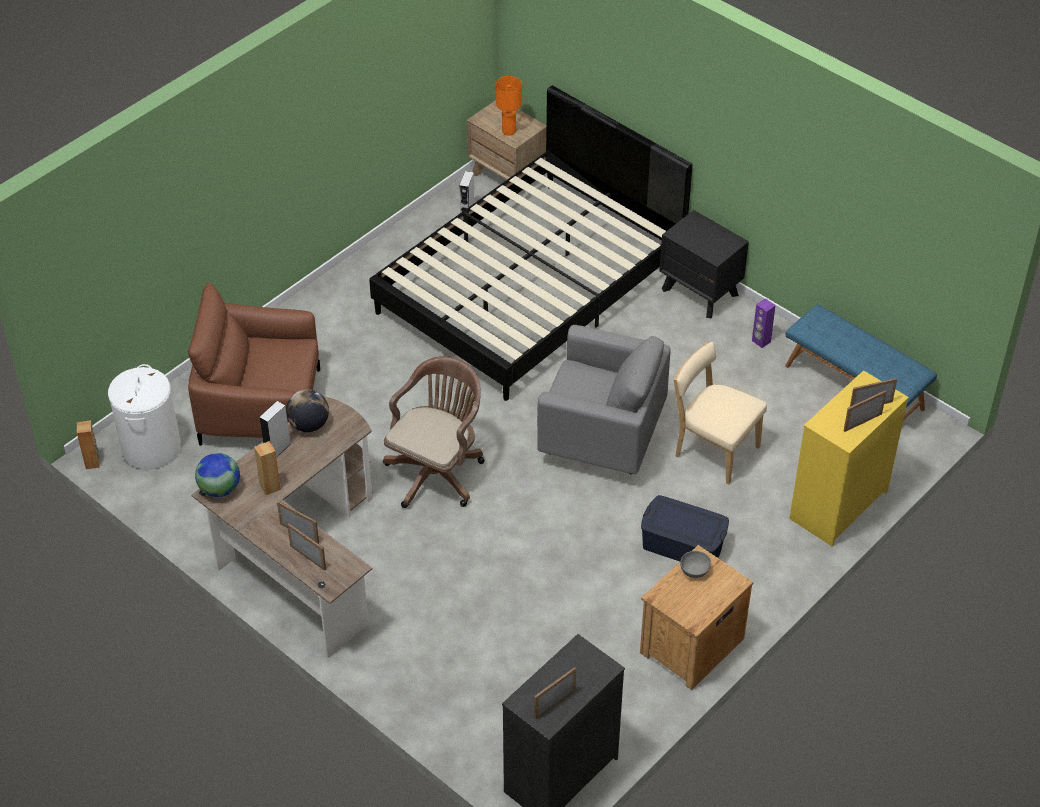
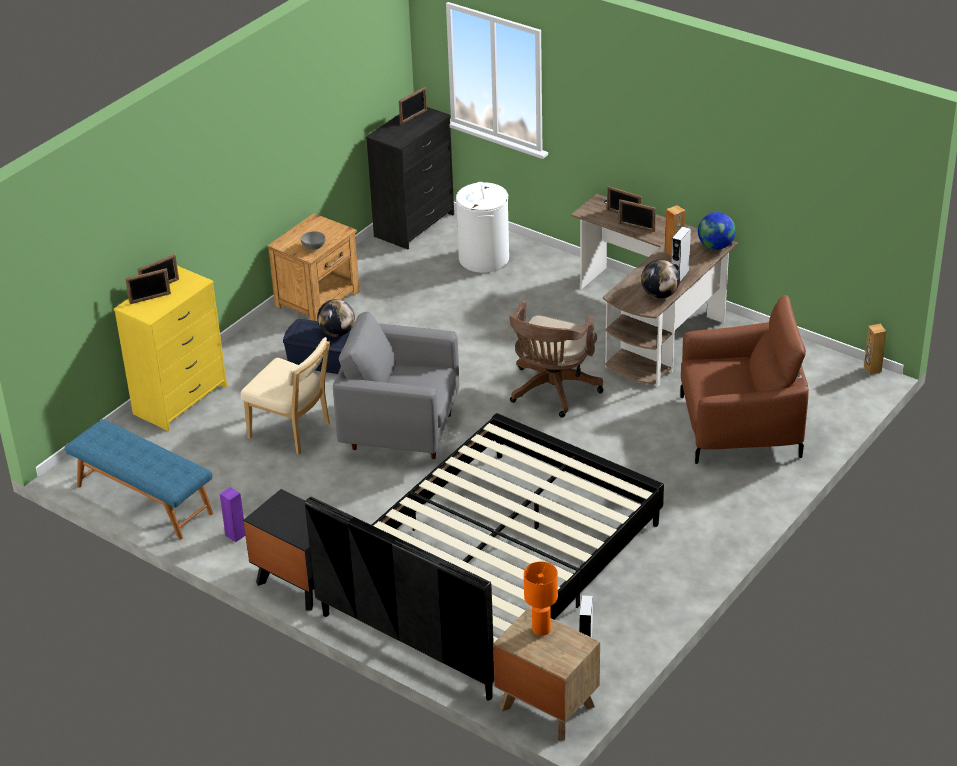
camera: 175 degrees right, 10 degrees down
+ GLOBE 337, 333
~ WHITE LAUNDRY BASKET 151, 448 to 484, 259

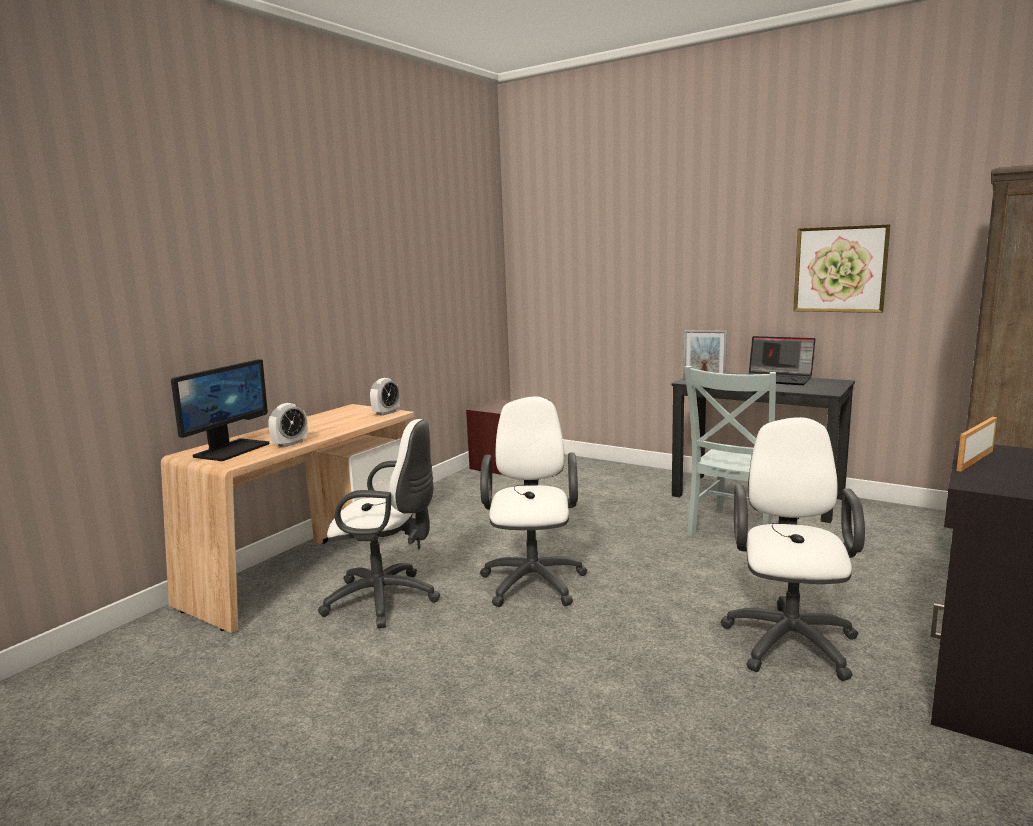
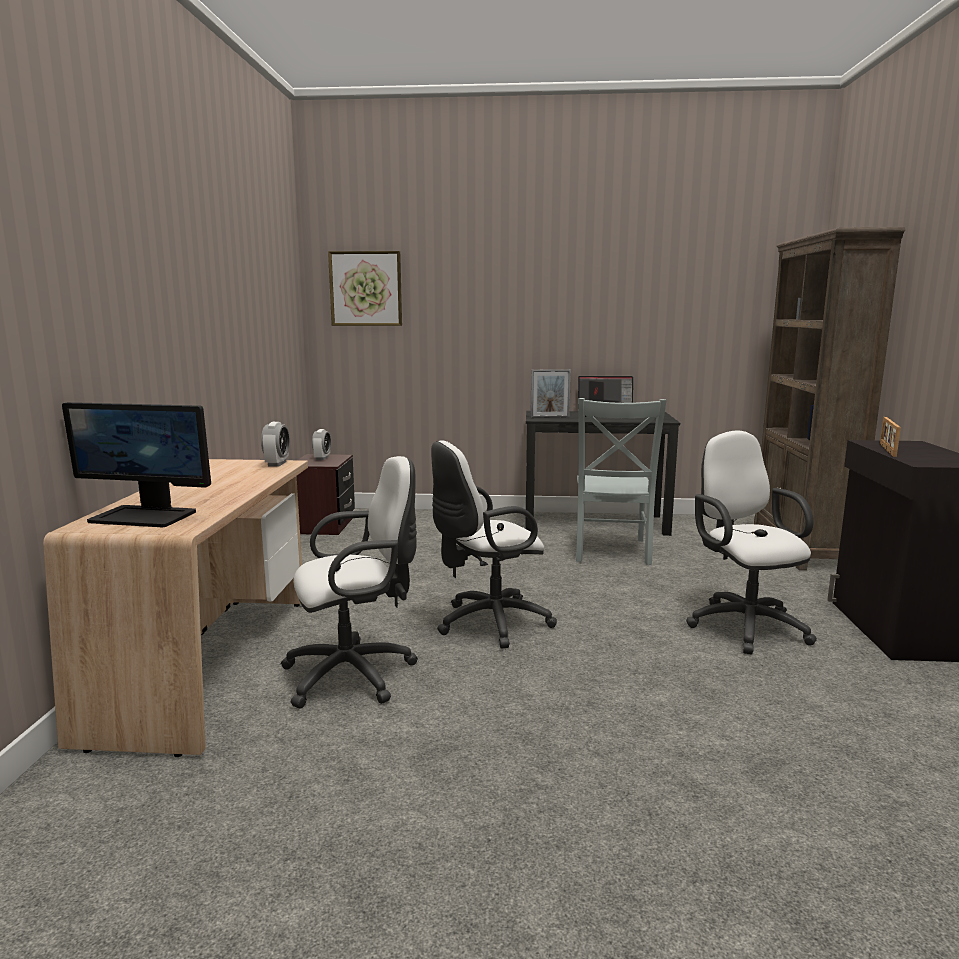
camera: 30 degrees left, 0 degrees up
~ ALARM CLOCK 290, 443 to 322, 458
~ PICTURE 840, 269 to 366, 289
~ MONITOR 231, 450 = 145, 516 105 degrees clockwise
~ WHITE OFFICE CHAIR 533, 580 = 488, 623 90 degrees counterclockwise

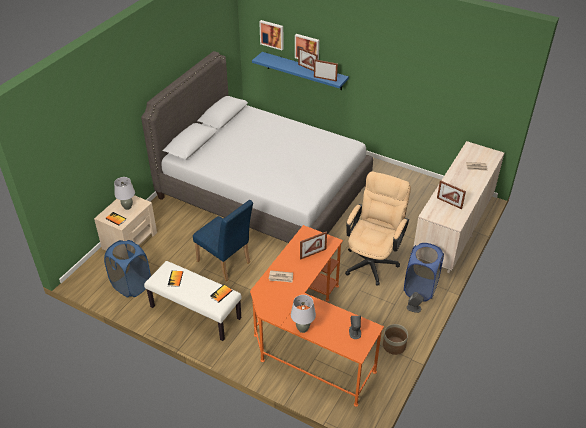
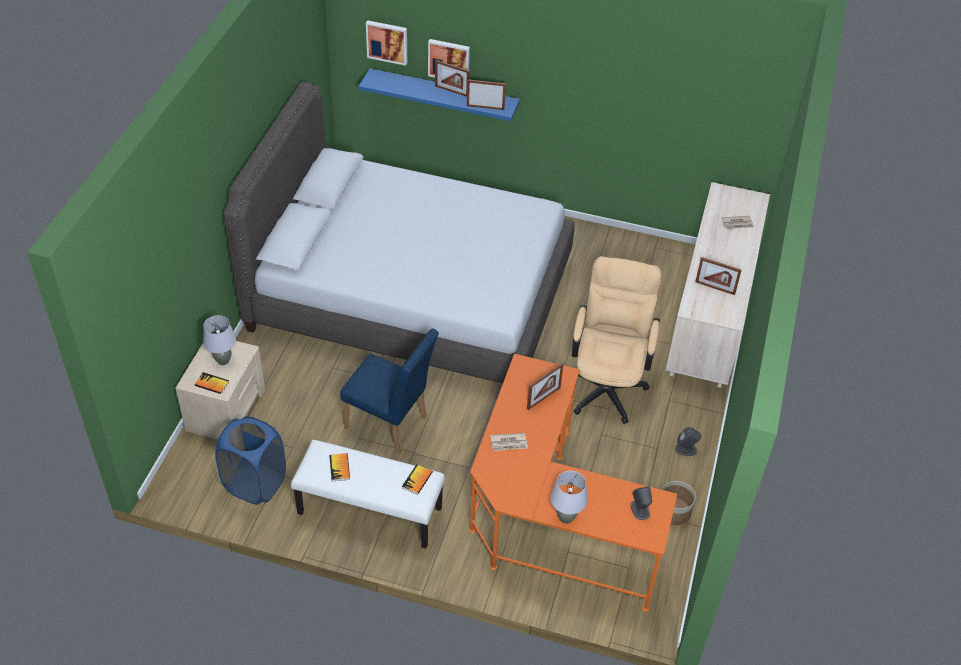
camera: 15 degrees left, 5 degrees up
- BLUE LAUNDRY BASKET 420, 289

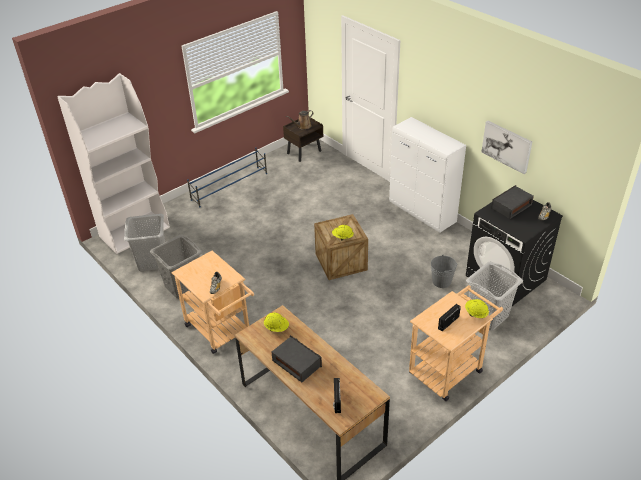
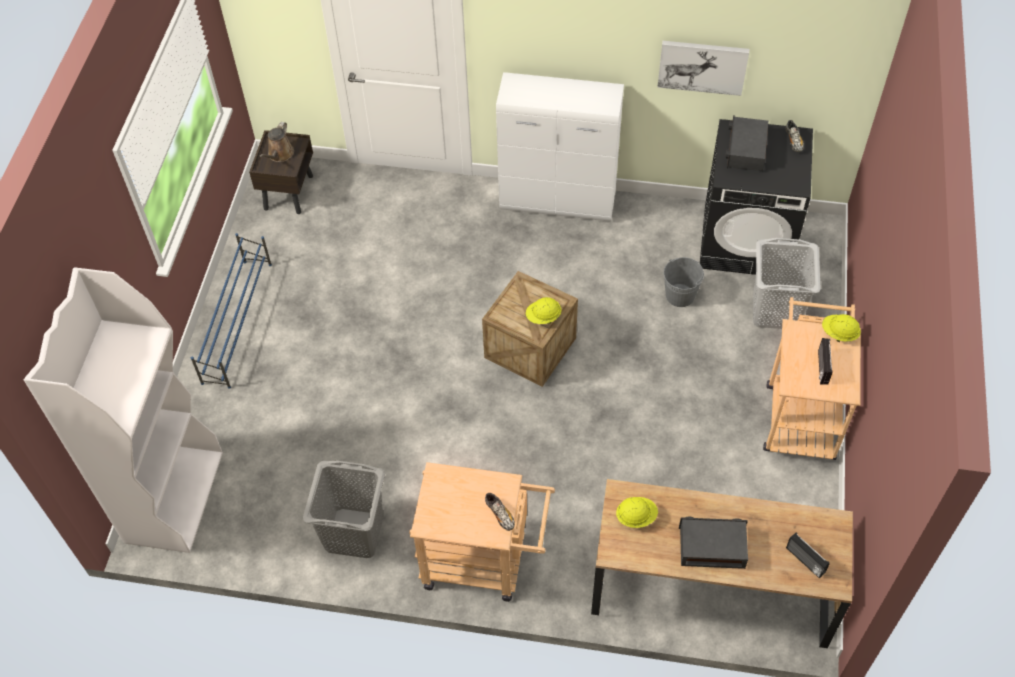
camera: 40 degrees left, 15 degrees up
- GREY LAUNDRY BASKET 153, 261

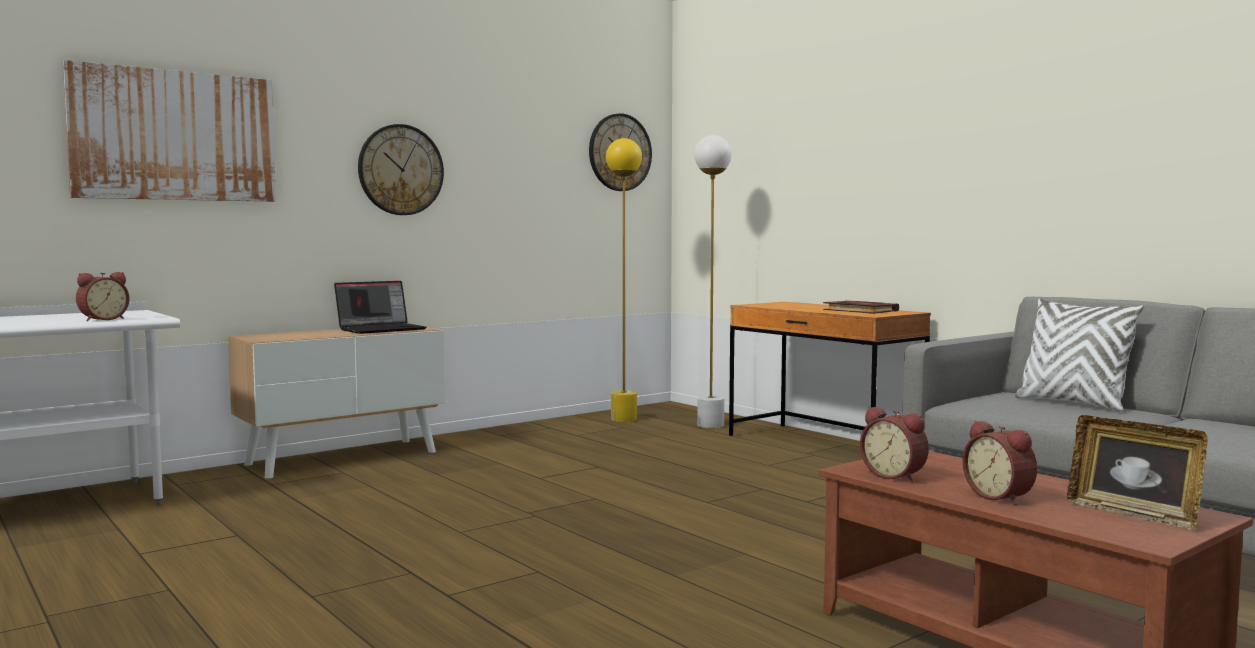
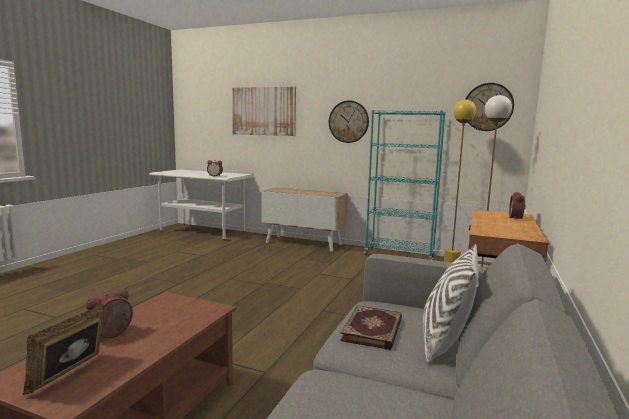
camera: 60 degrees right, 5 degrees up
- LAPTOP 382, 329
+ TURQUOISE BOOKCASE 399, 255
~ BOOK 861, 310 to 373, 330
~ ALARM CLOCK 895, 476 to 517, 218

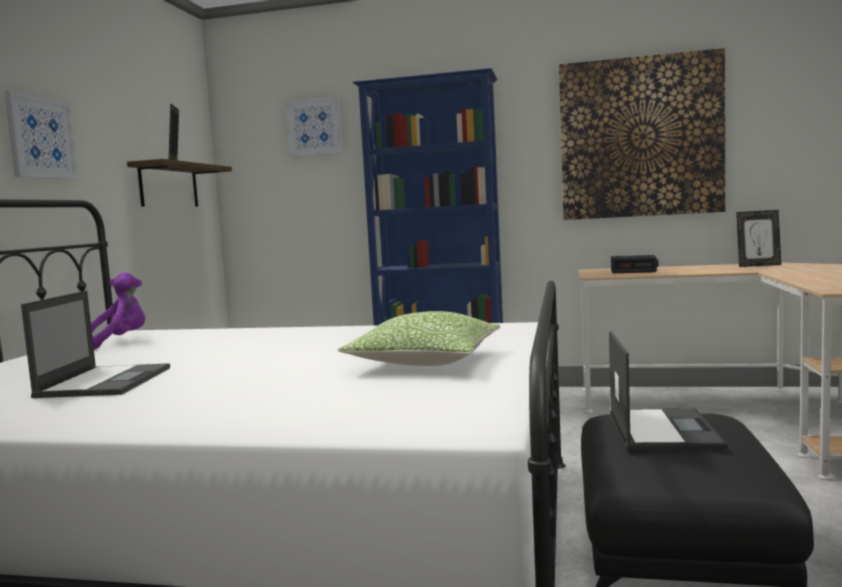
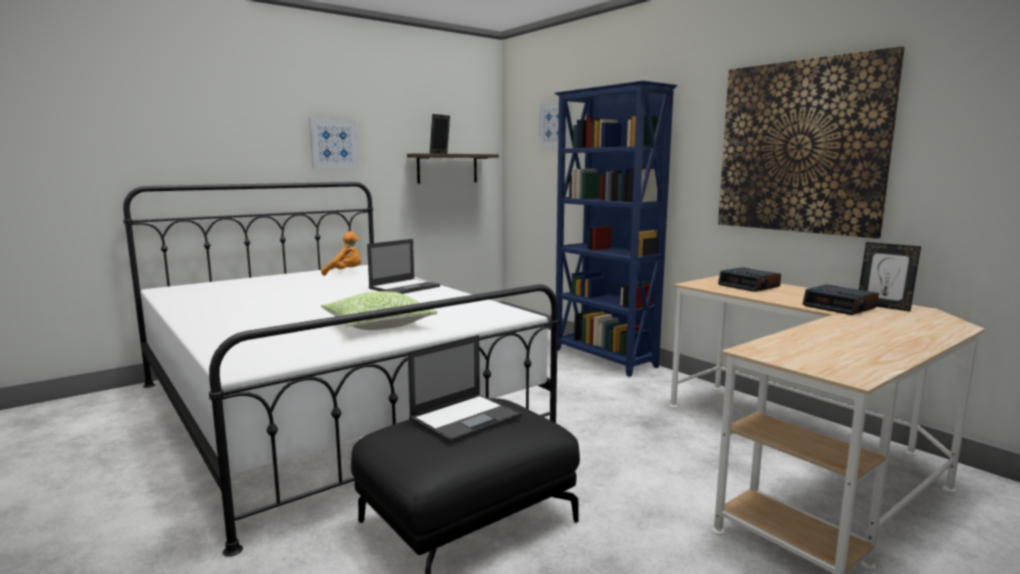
camera: 40 degrees right, 5 degrees up
+ ALARM CLOCK 840, 307
~ LAPTOP 106, 381 to 405, 287
~ PURPLE PLUSH TOY 118, 342 to ORANGE PLUSH TOY 345, 273

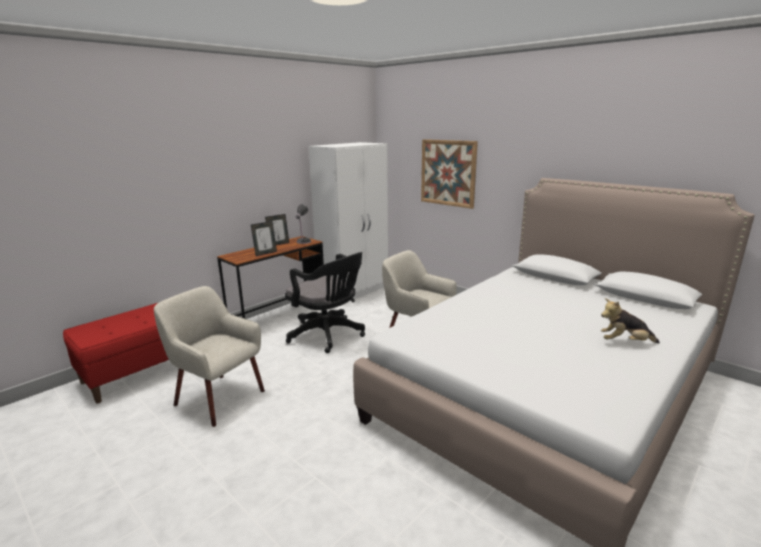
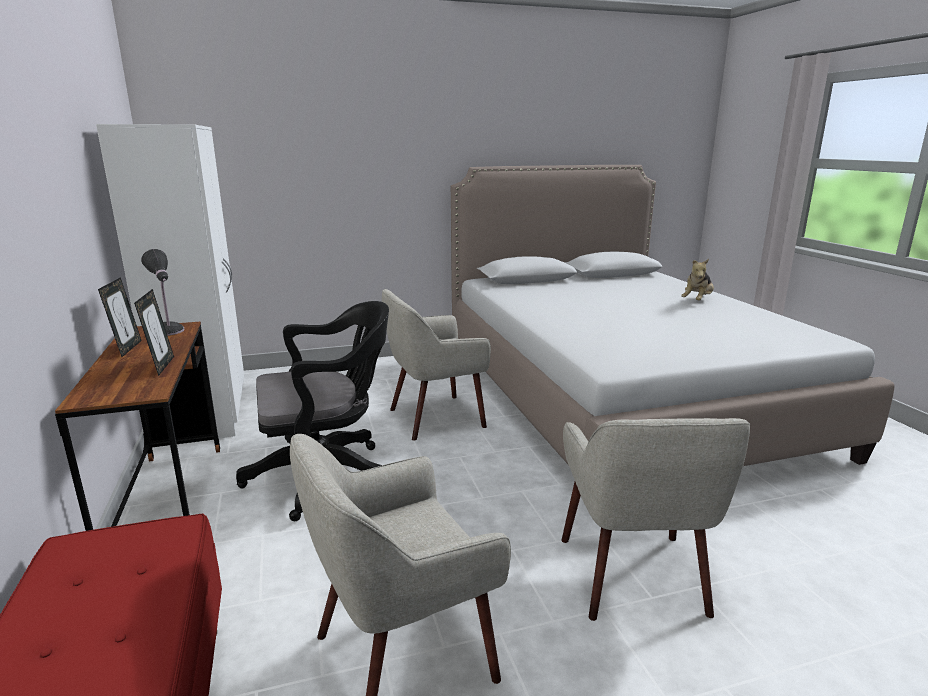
camera: 60 degrees left, 0 degrees up
- PICTURE 448, 173
+ BEIGE ARMCHAIR 634, 576

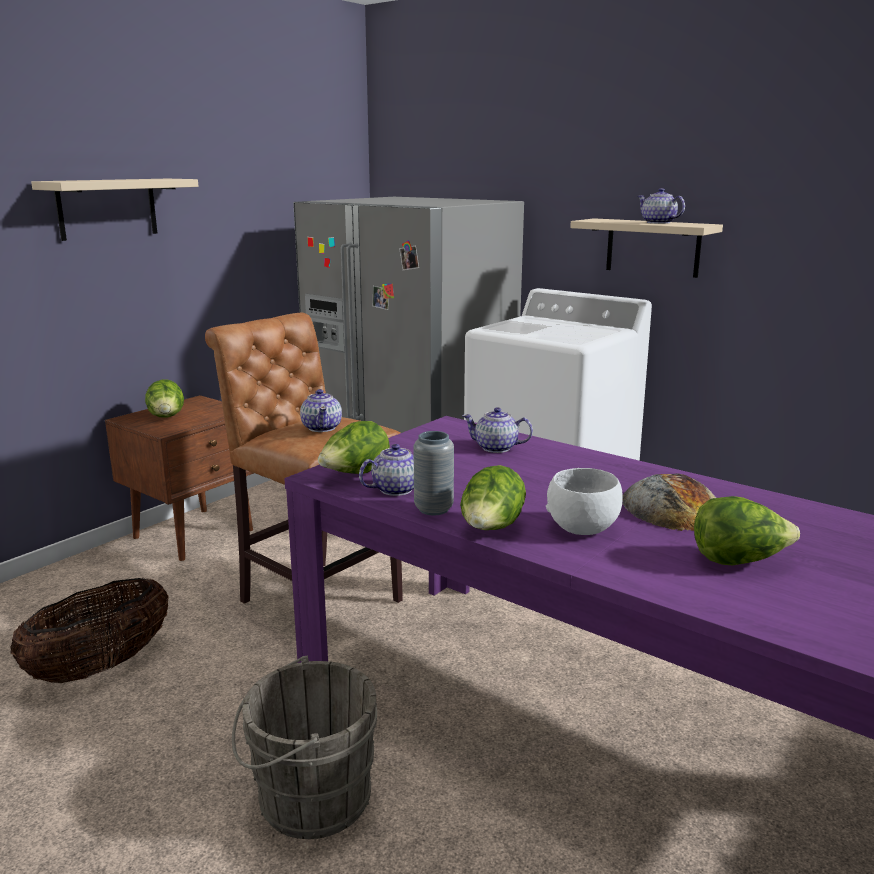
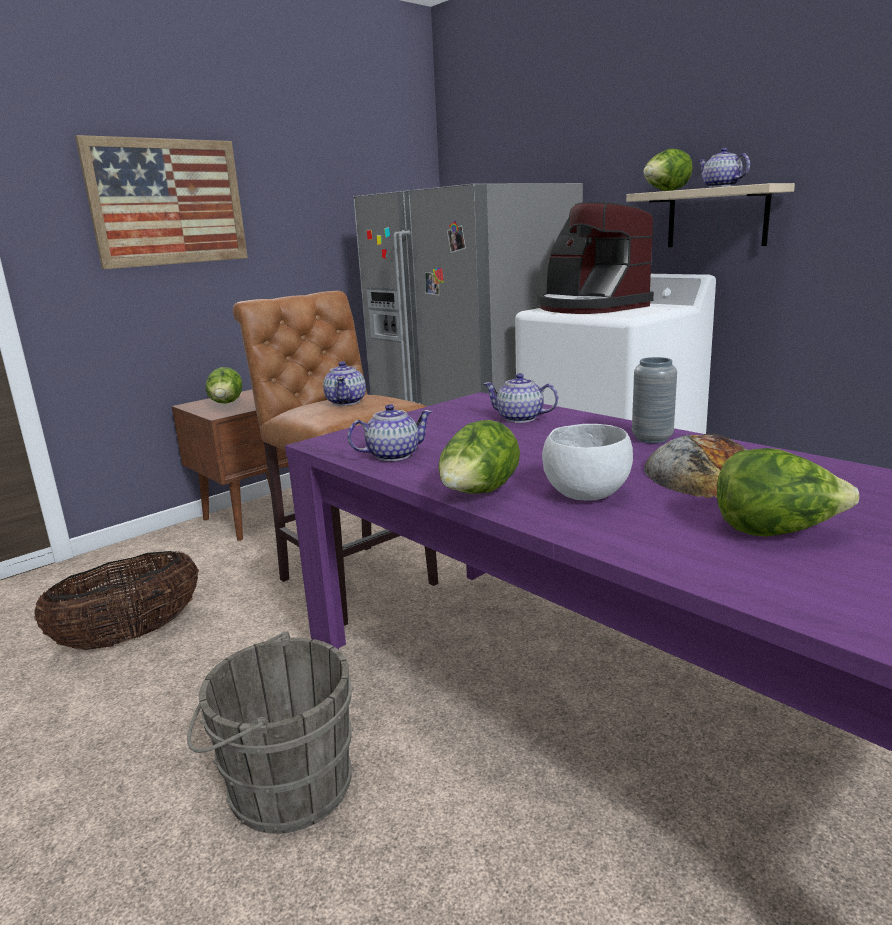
camera: 10 degrees right, 0 degrees up
+ COFFEE MACHINE 590, 307
~ LETTUCE 355, 474 to 665, 191
~ GREY VASE 433, 509 to 652, 438
~ BEIGE SHELF 107, 208 to PICTURE 168, 202

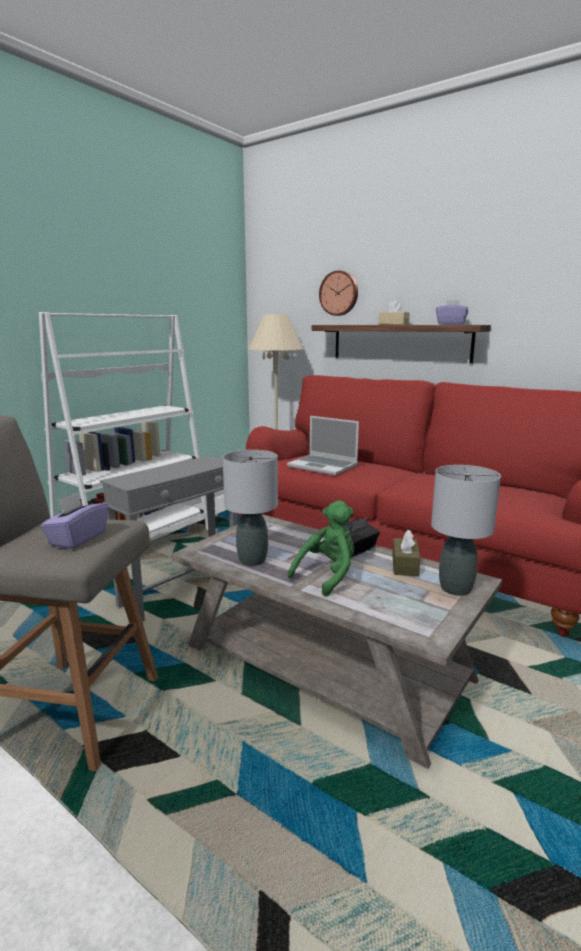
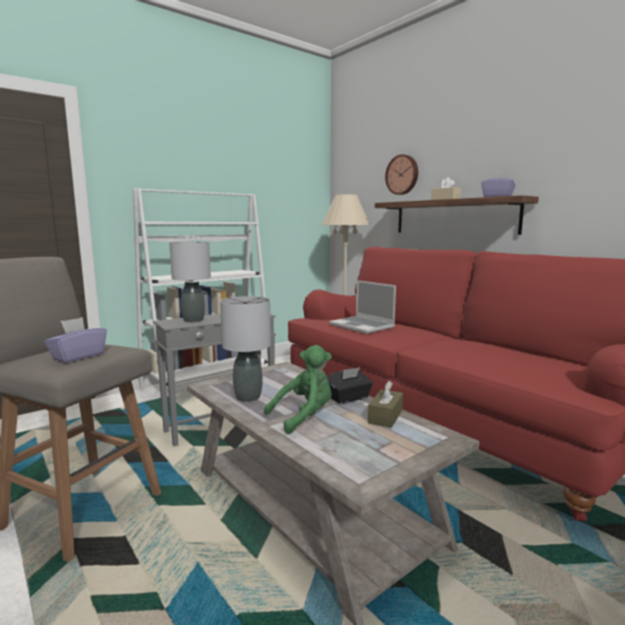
camera: 15 degrees right, 5 degrees down
~ GREY TABLE LAMP 456, 589 to 193, 320

